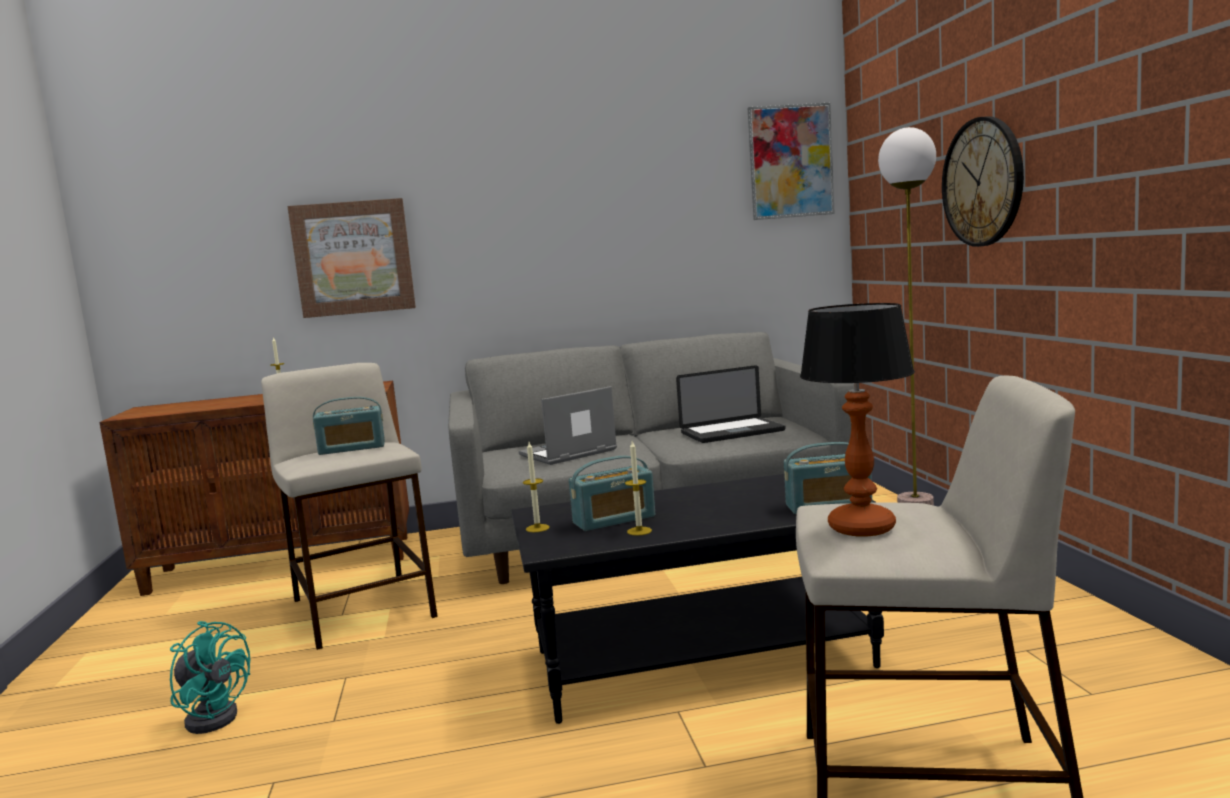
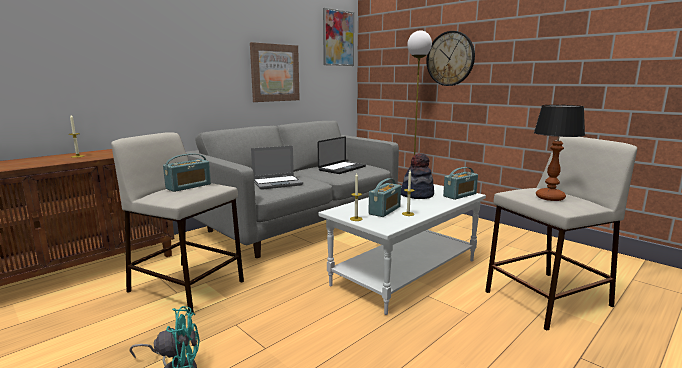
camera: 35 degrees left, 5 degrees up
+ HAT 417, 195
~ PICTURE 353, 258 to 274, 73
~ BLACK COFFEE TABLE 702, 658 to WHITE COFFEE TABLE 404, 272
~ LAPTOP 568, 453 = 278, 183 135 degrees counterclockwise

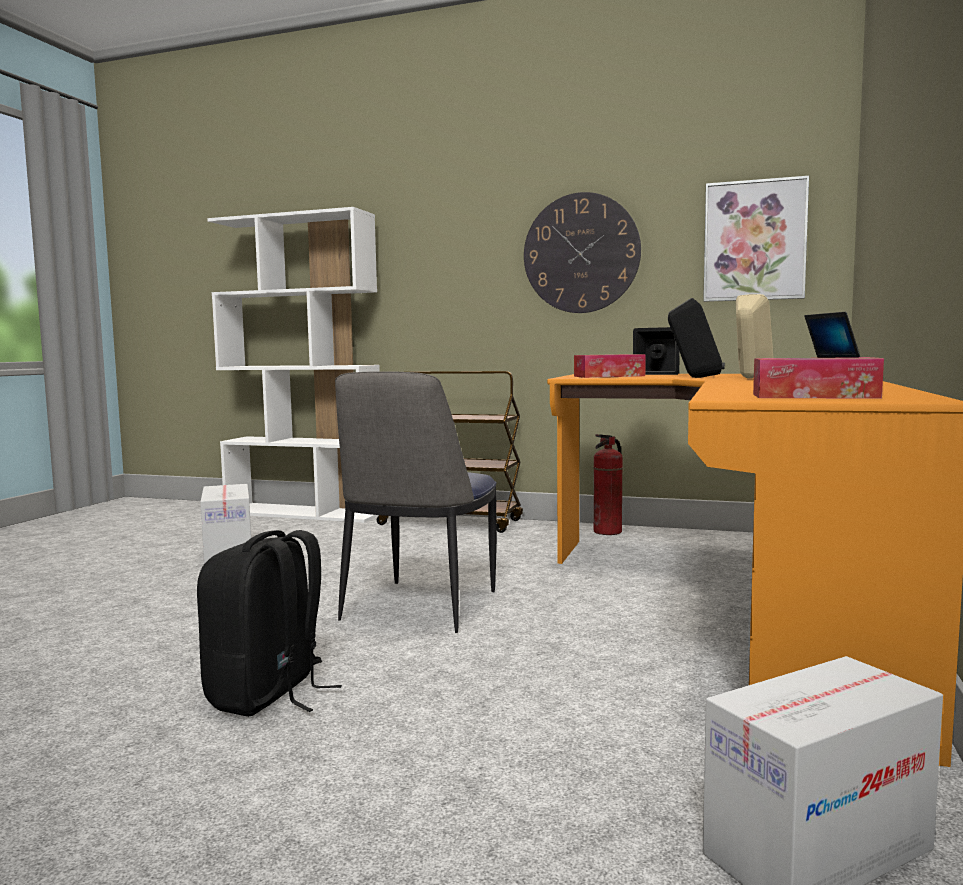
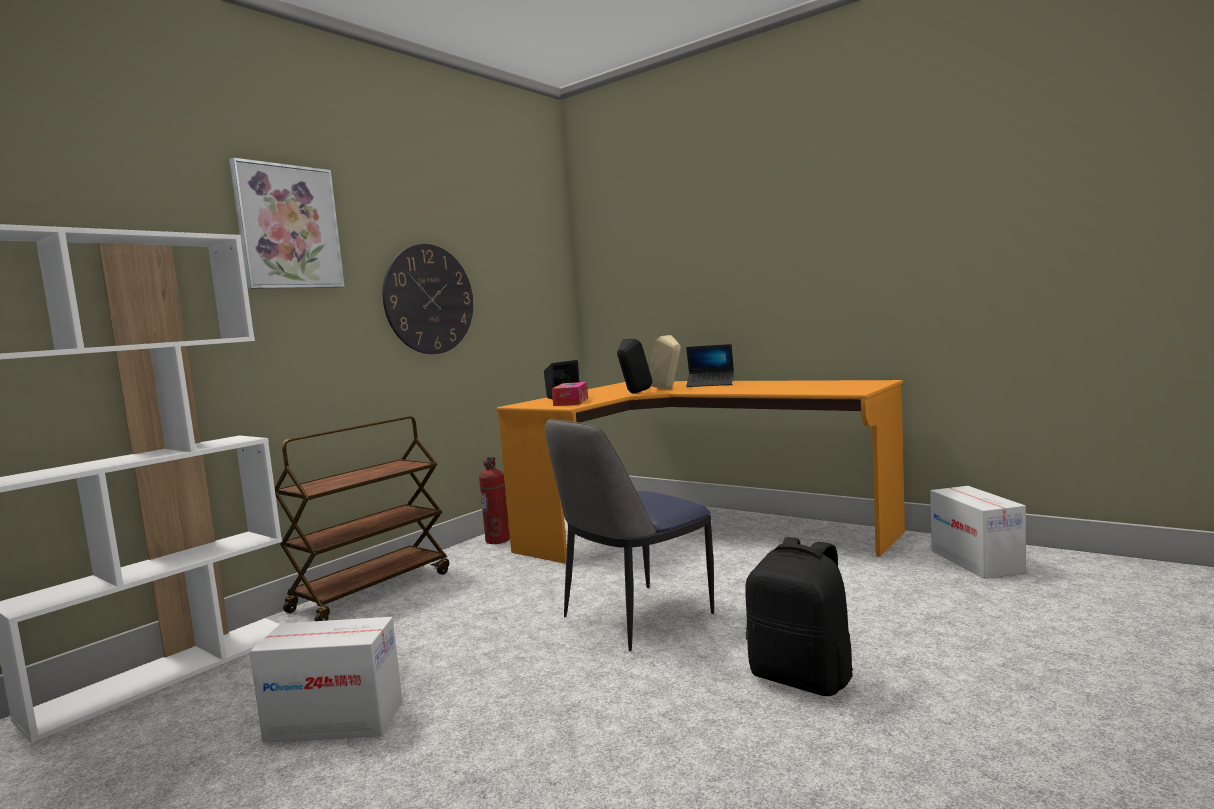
camera: 70 degrees left, 0 degrees up
- TISSUE BOX 814, 396
~ PICTURE 754, 241 to 288, 227
~ CHAIR 419, 607 = 634, 617 105 degrees clockwise

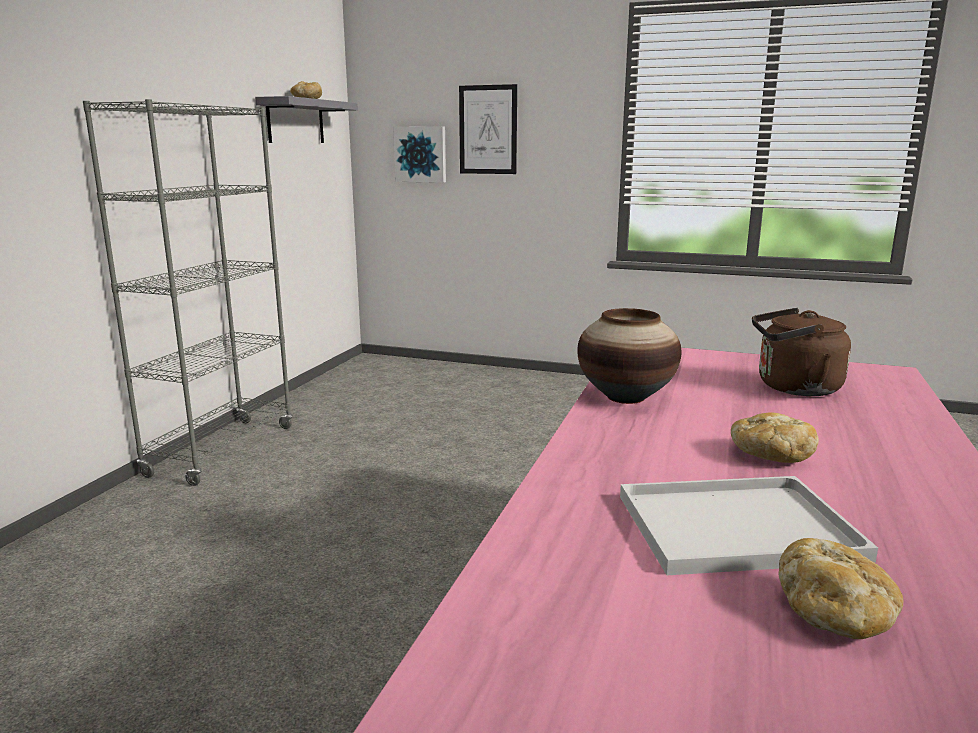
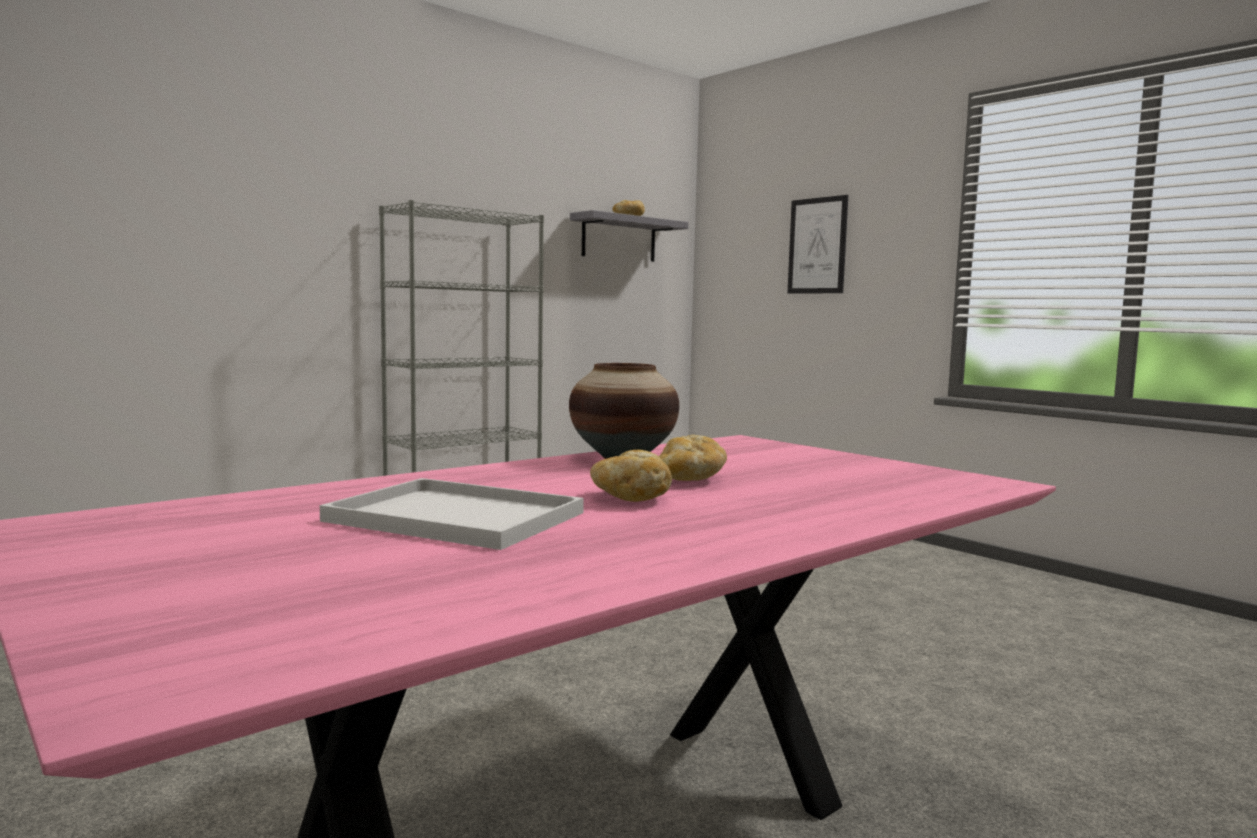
camera: 30 degrees right, 10 degrees down
- PICTURE 421, 154
- BROWN KETTLE 793, 388
~ BREAD 834, 615 to 690, 479

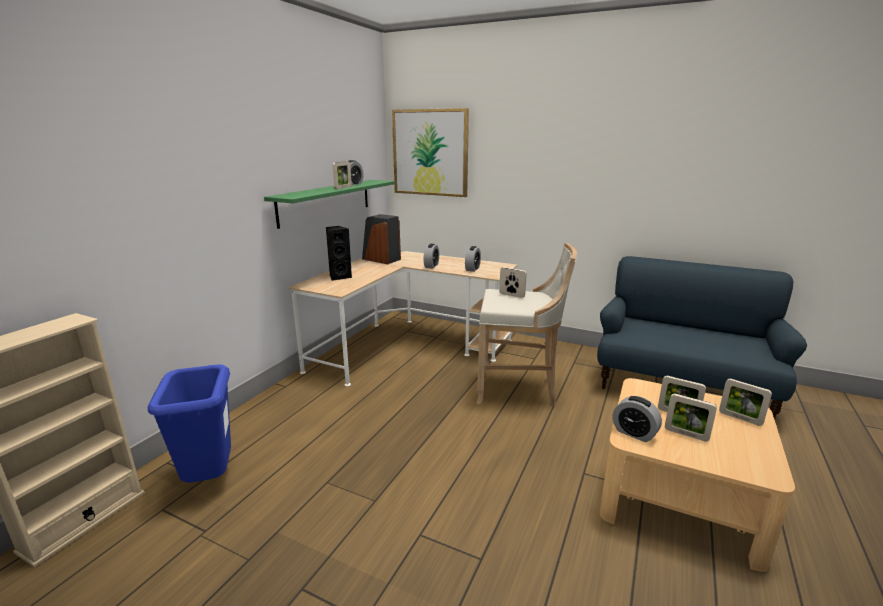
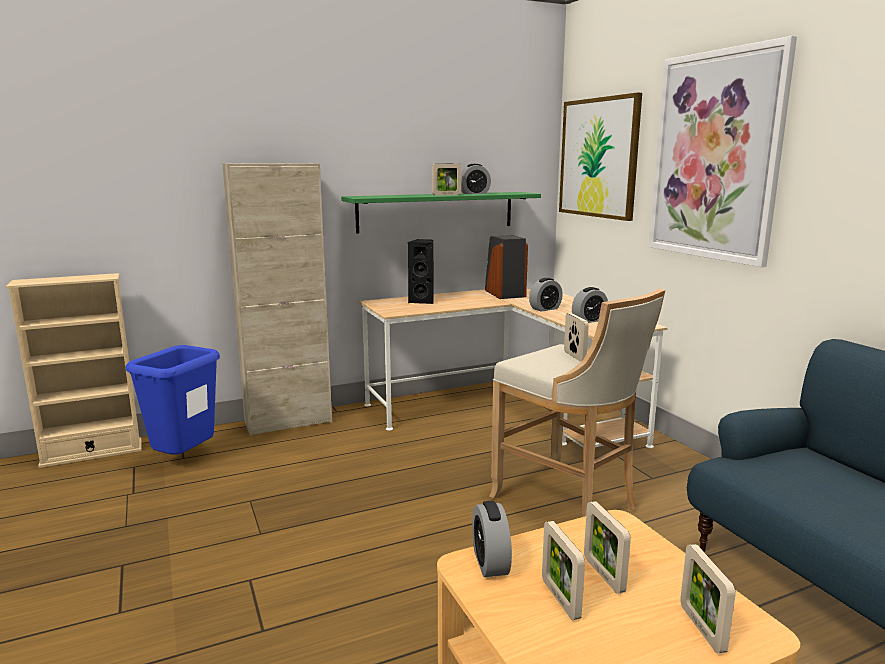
camera: 40 degrees right, 5 degrees down
+ BEIGE CABINET 288, 422
+ PICTURE 715, 156

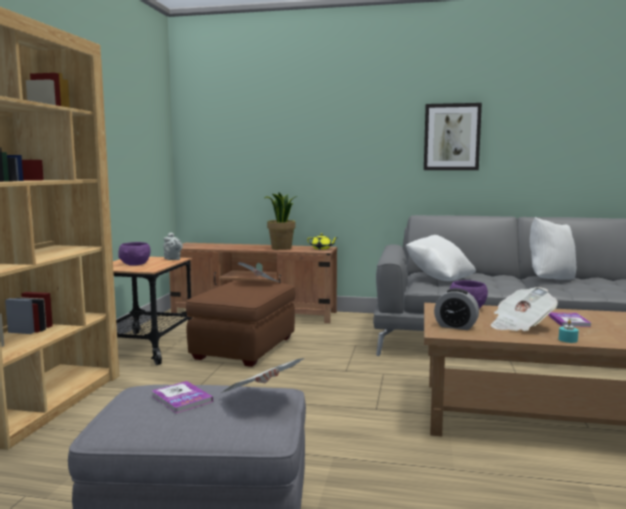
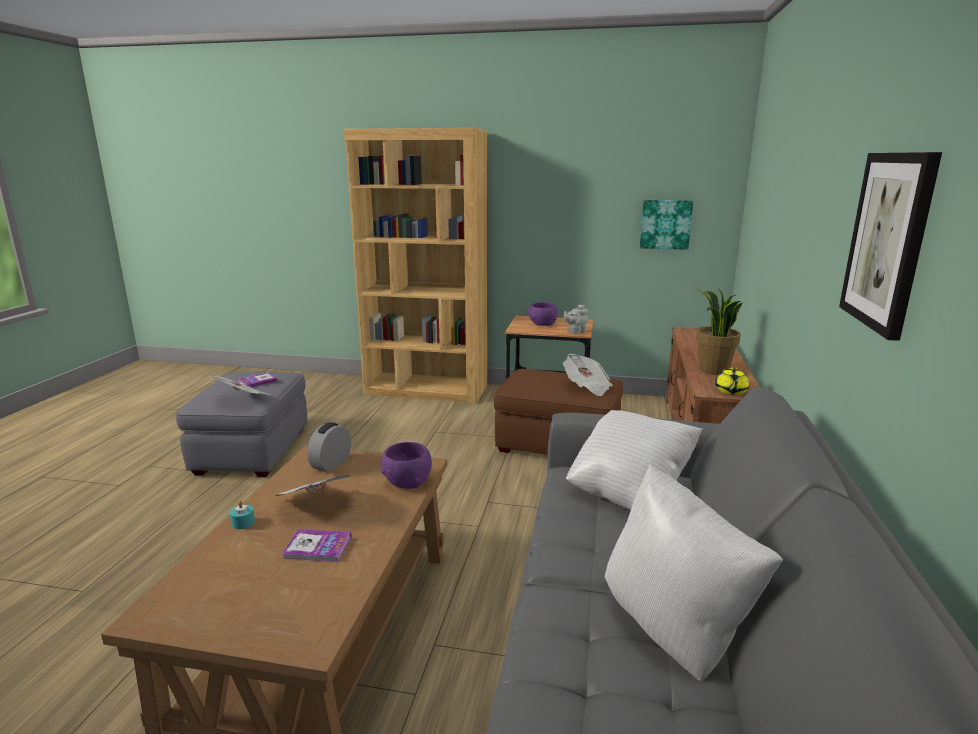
camera: 90 degrees right, 10 degrees up
+ PICTURE 665, 224

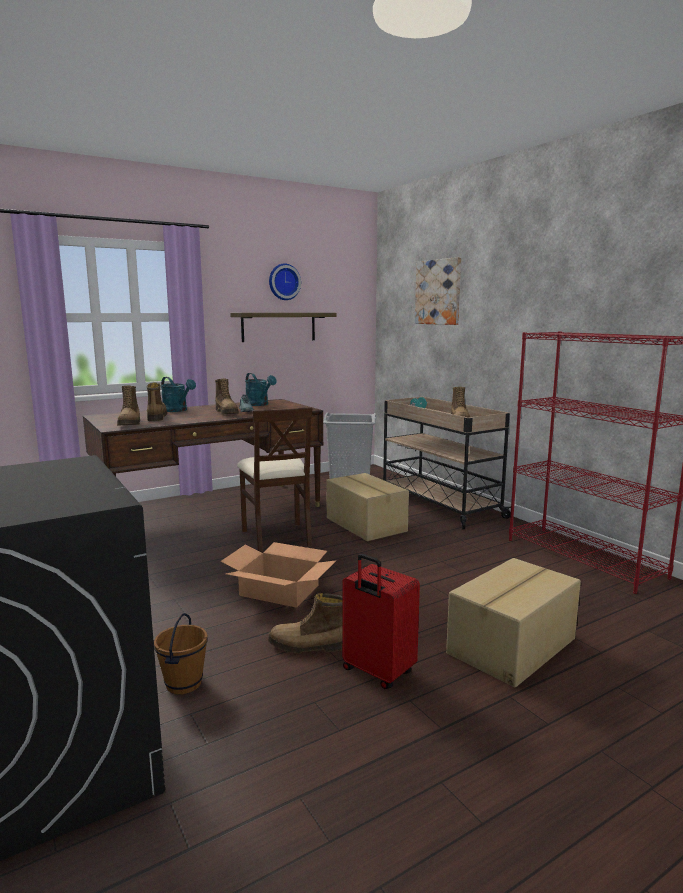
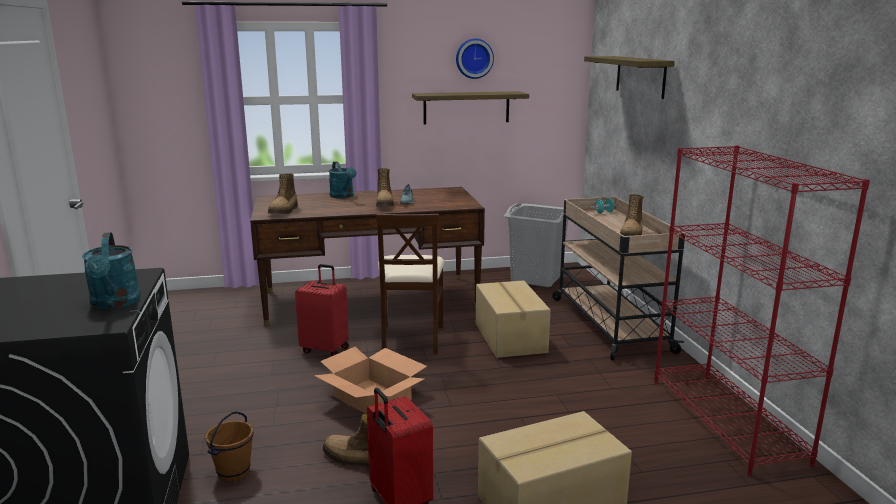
camera: 20 degrees right, 5 degrees up
- BOOT 156, 417
+ RED SUITCASE 325, 349
~ TURQUOISE WATERING CAN 259, 404 to 115, 303
~ PICTURE 438, 292 to SHELF 640, 76

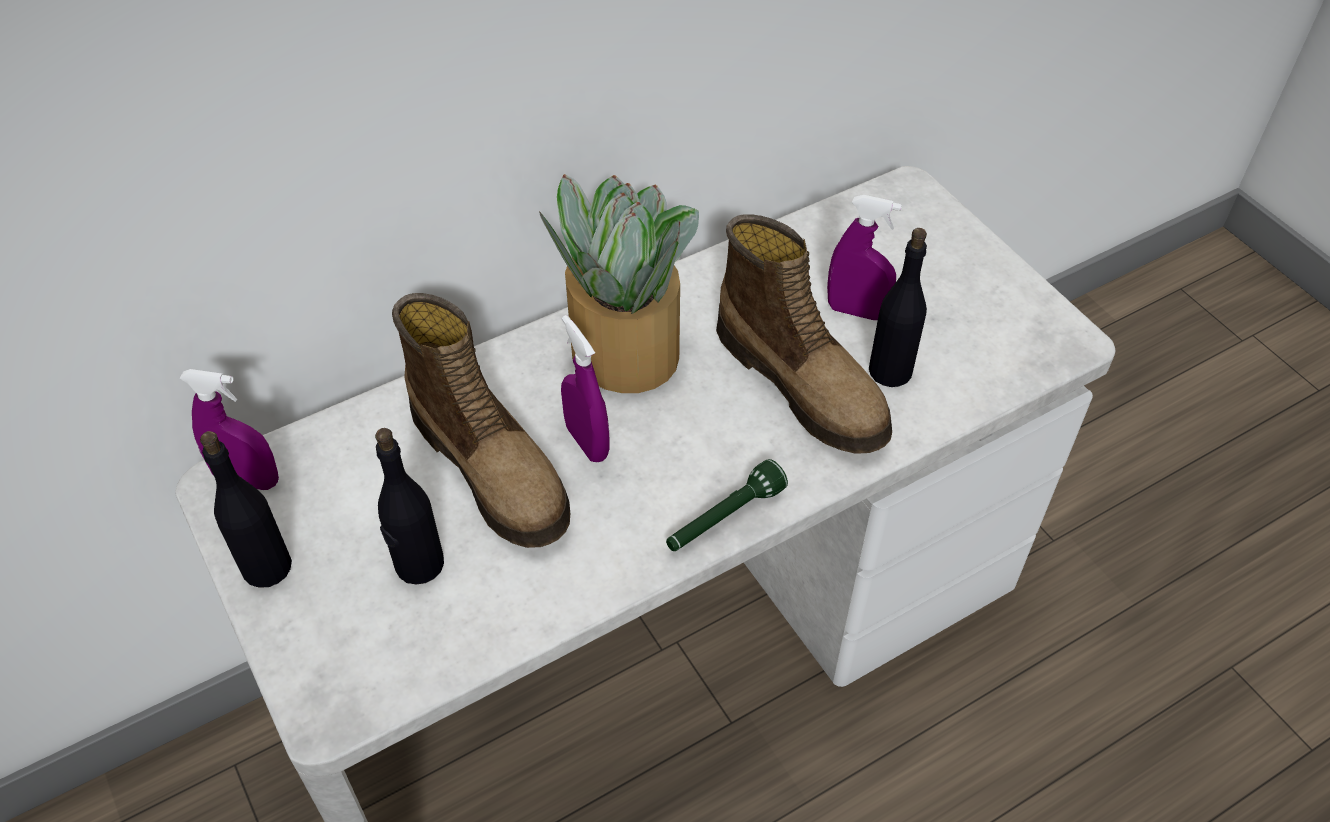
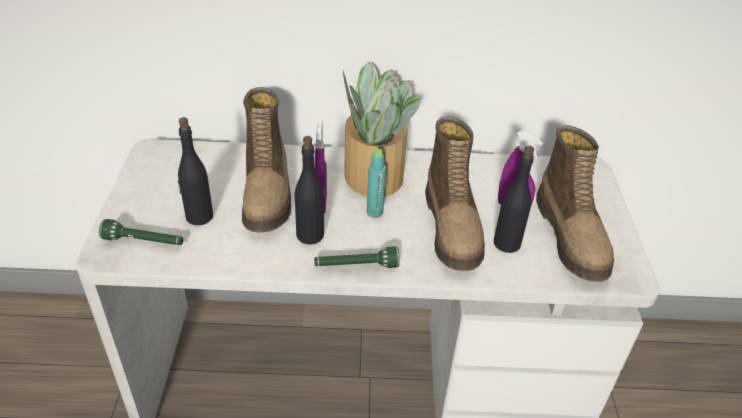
camera: 30 degrees right, 10 degrees down
- PURPLE SPRAY BOTTLE 248, 480
+ GREEN FLASHLIGHT 144, 242
+ TURQUOISE BOTTLE 374, 212
+ BOOT 572, 237
~ BLACK BOTTLE 266, 566 to 310, 235

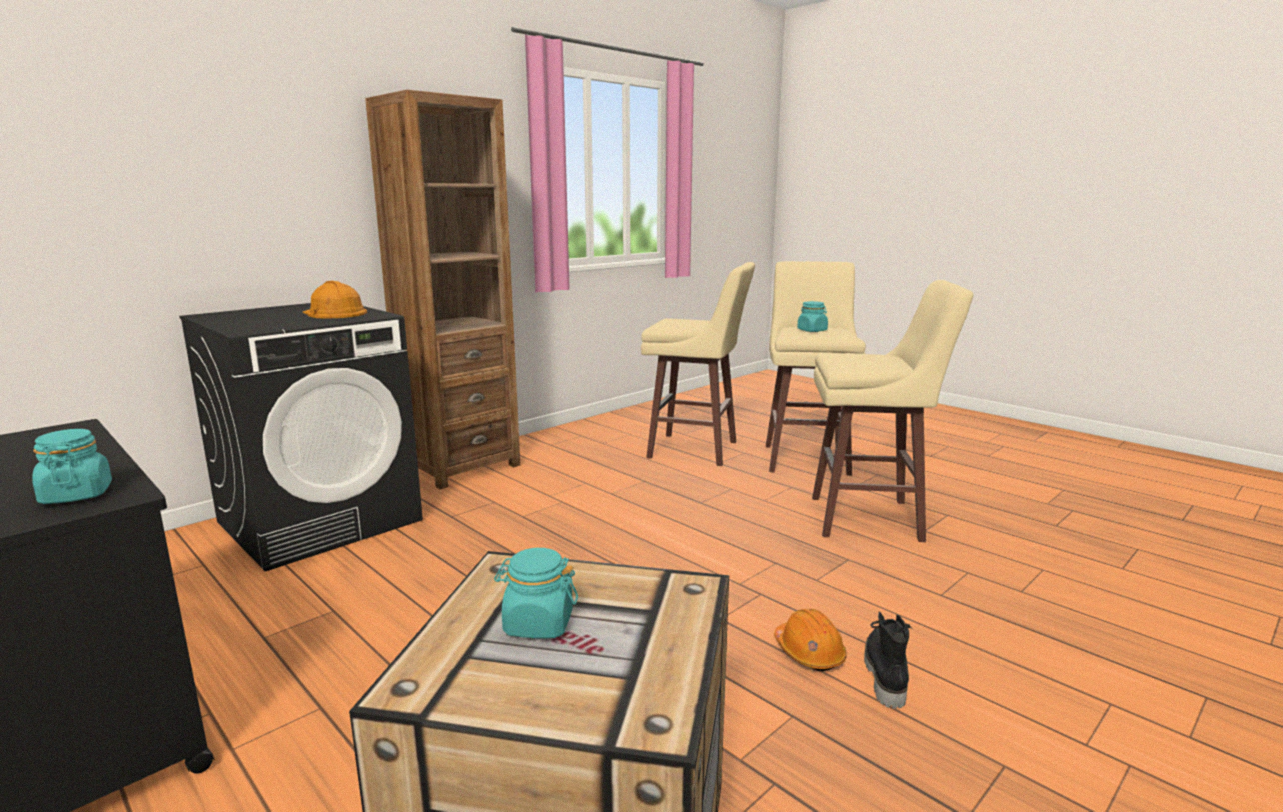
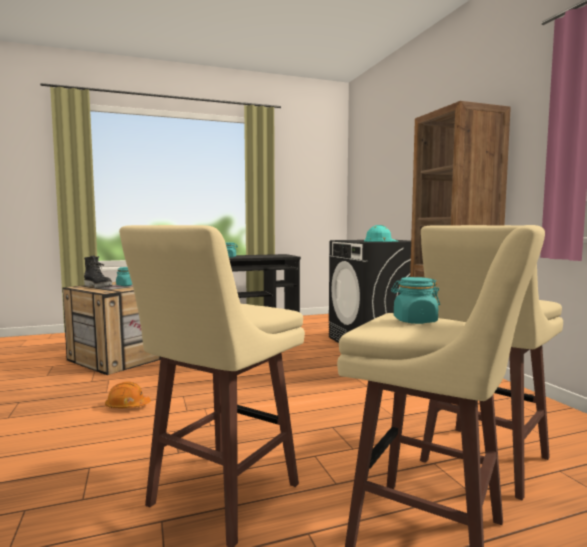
camera: 115 degrees right, 10 degrees down
~ BLACK BOOT 884, 673 to 99, 287
~ ORANGE HARD HAT 334, 313 to TURQUOISE HARD HAT 380, 241

